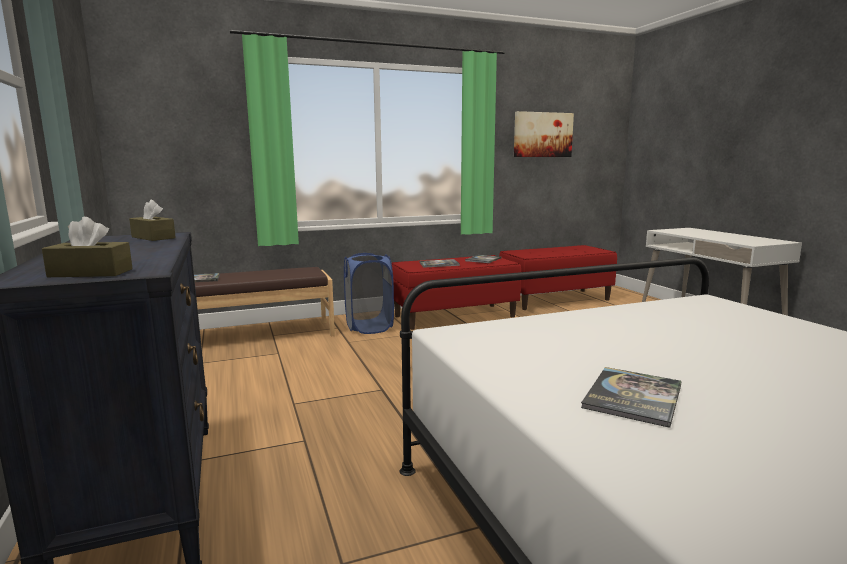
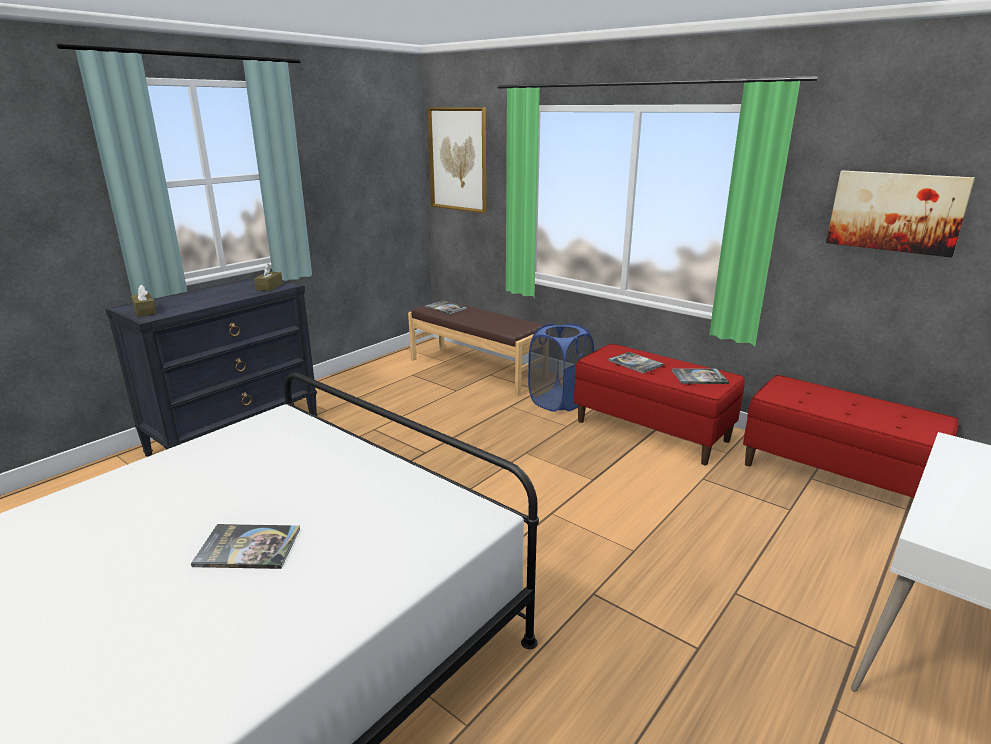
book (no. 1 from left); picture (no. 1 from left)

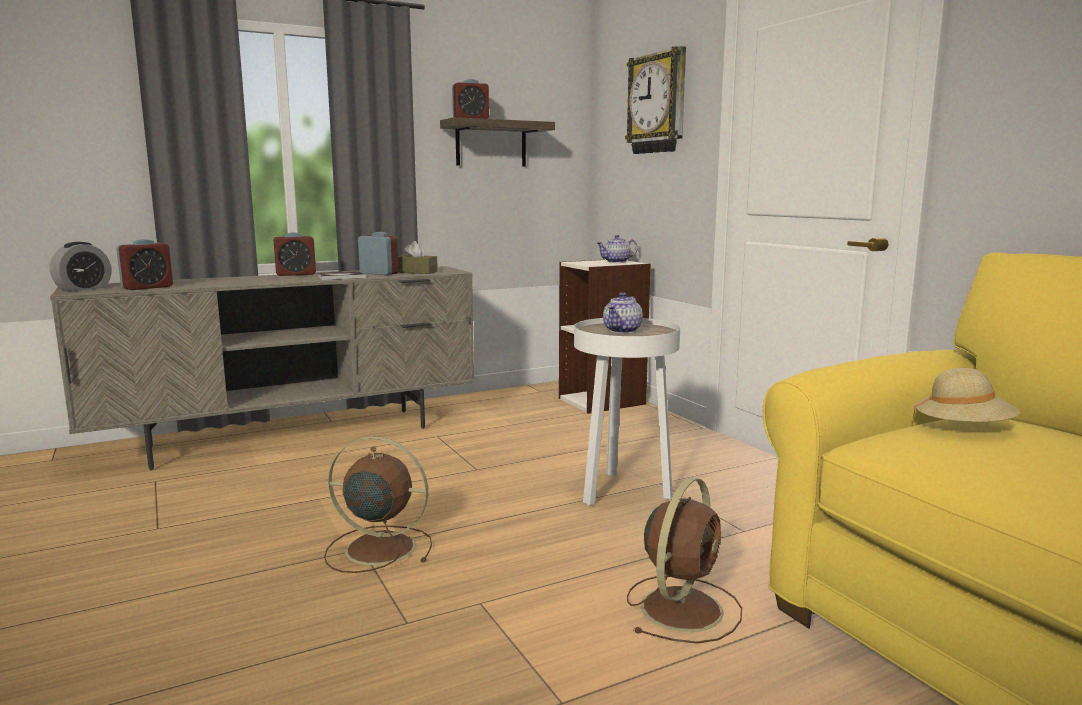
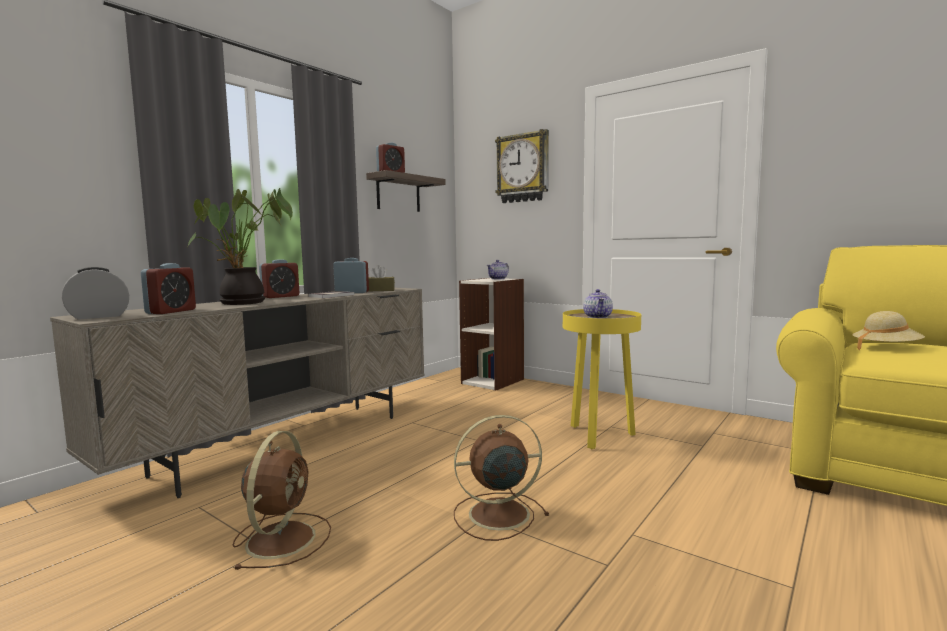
alarm_clock (no. 1 from left); yellow_side_table; brown_fan (no. 1 from left); potted_plant

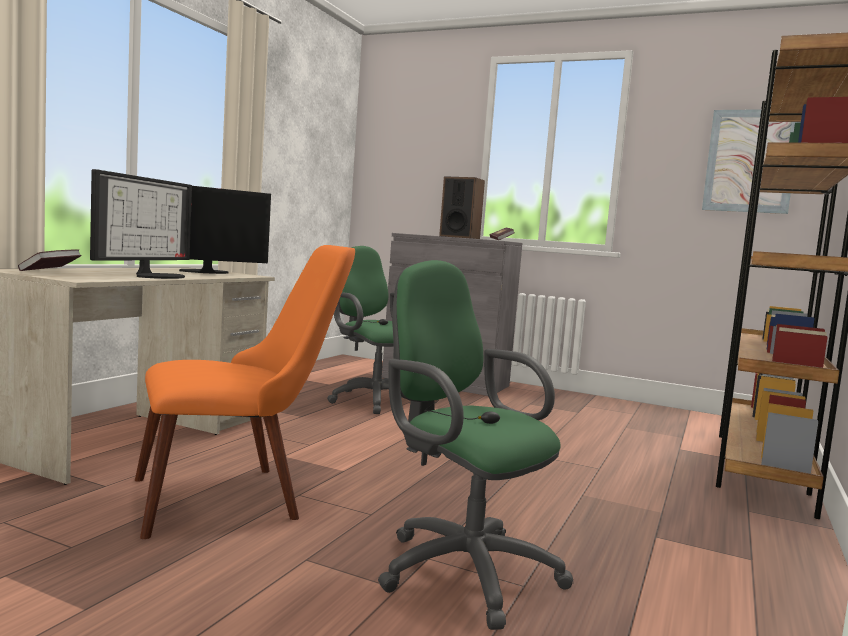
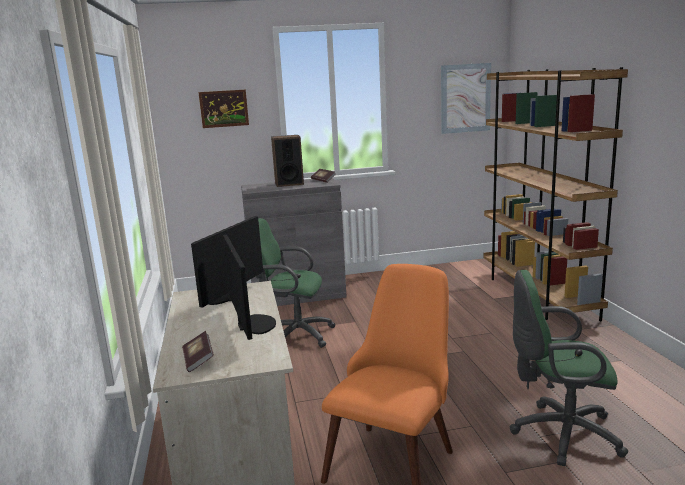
picture (no. 1 from left)

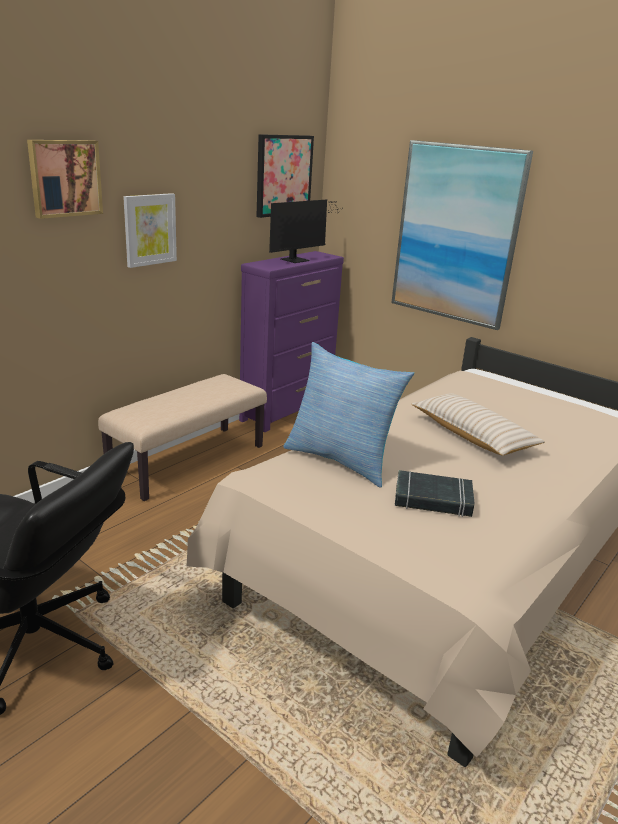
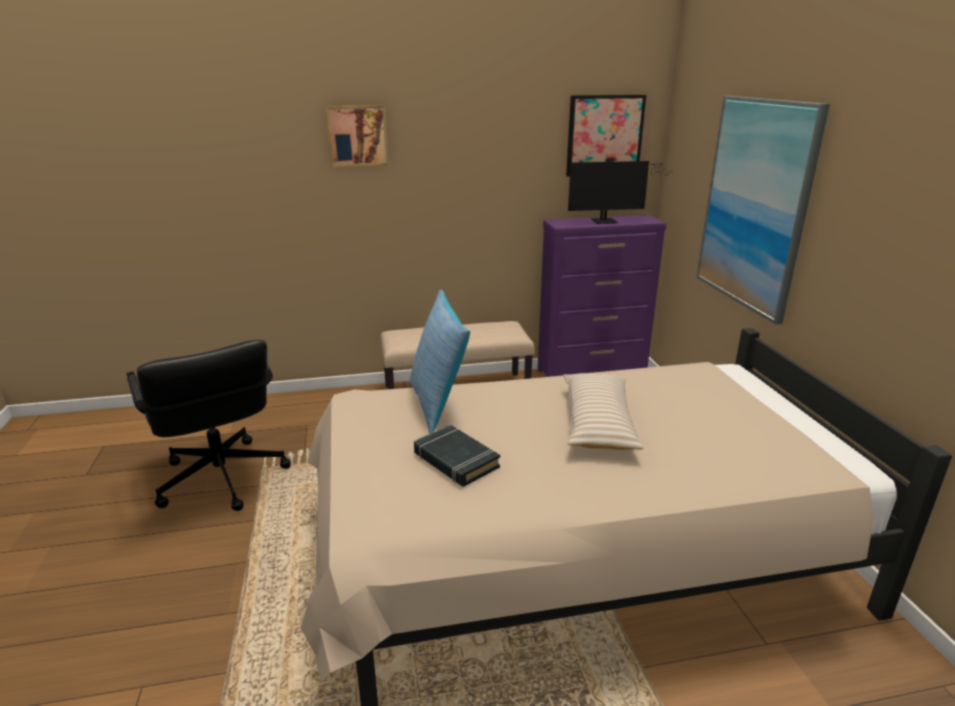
picture (no. 2 from left in the first image)

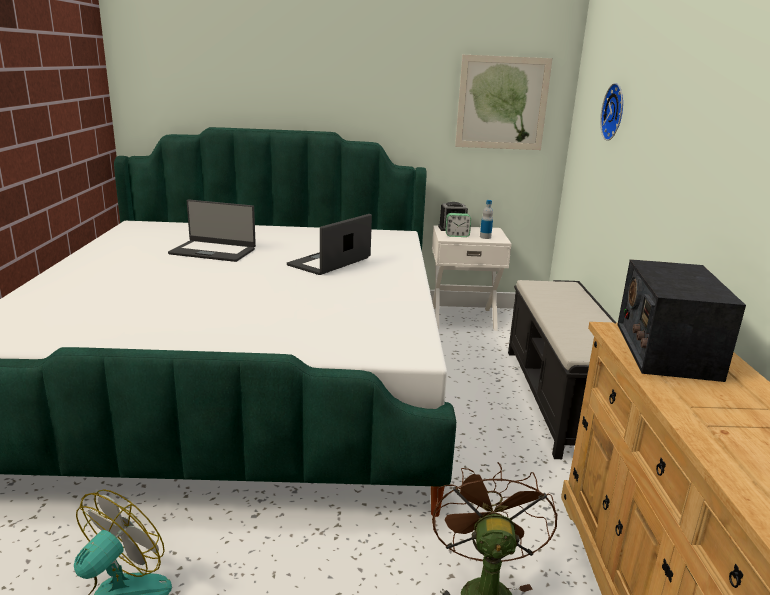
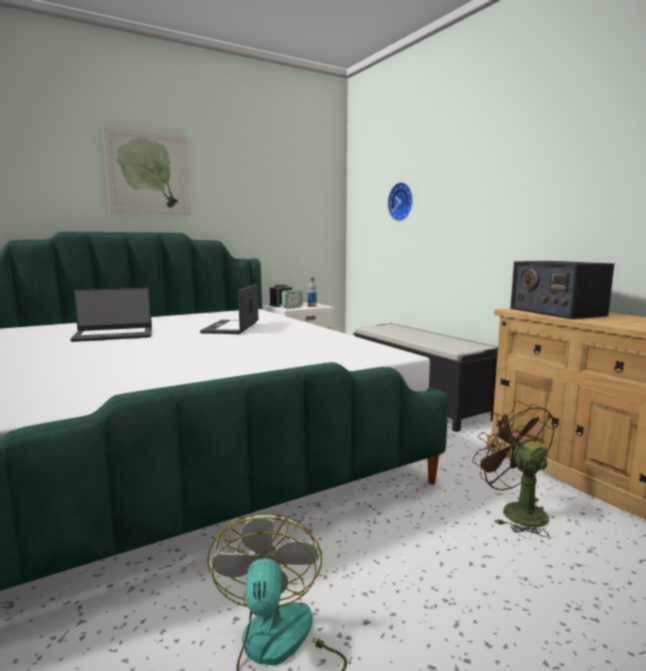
picture

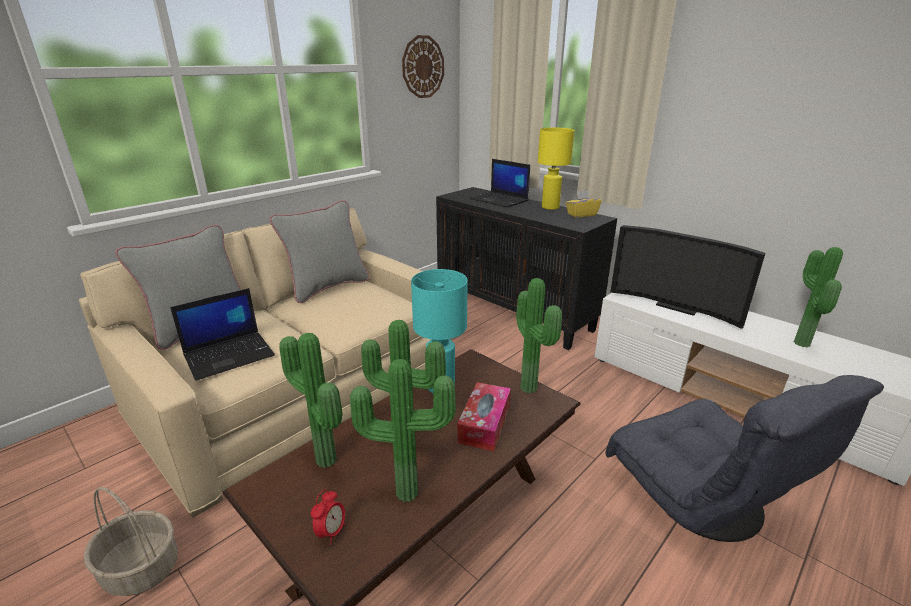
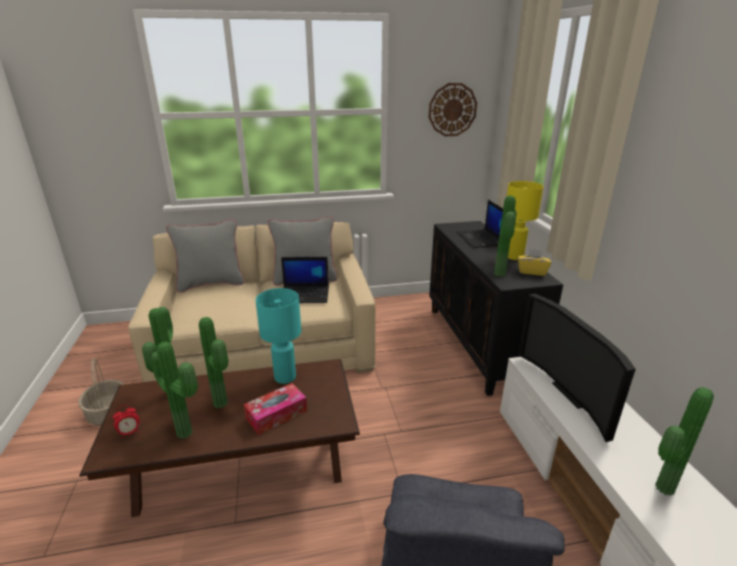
potted_plant (no. 4 from left); laptop (no. 1 from left)

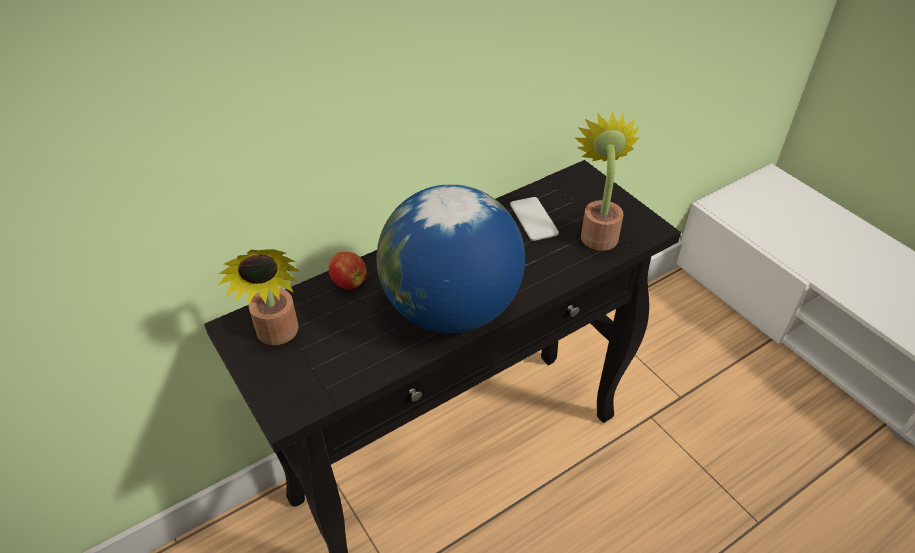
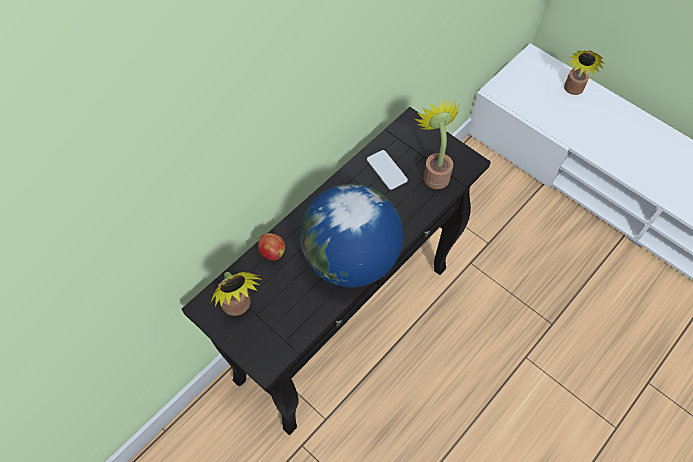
potted_plant (no. 3 from left)

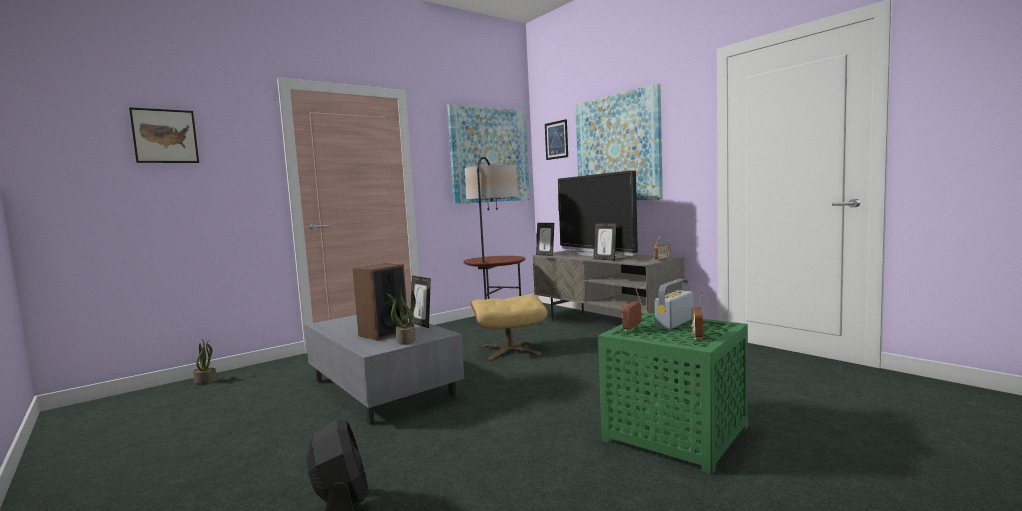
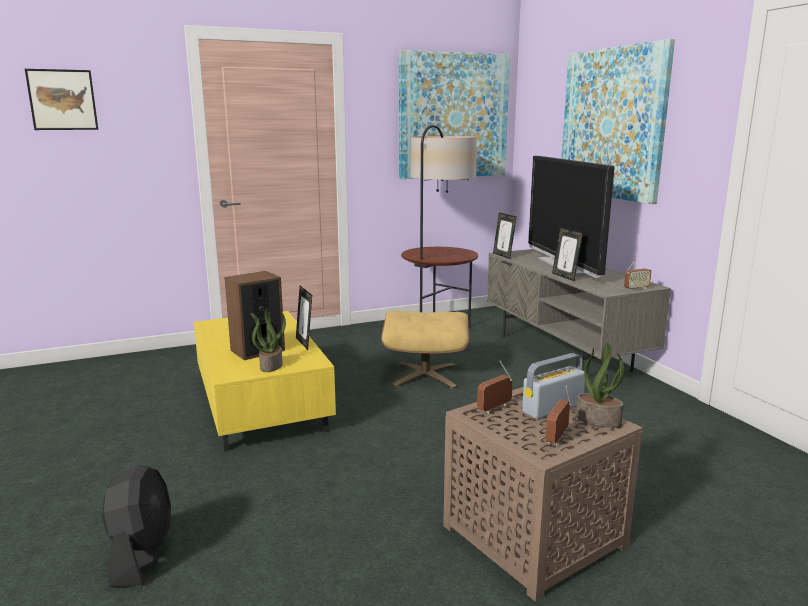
picture (no. 3 from left in the first image); brown_side_table; yellow_coffee_table; potted_plant (no. 2 from left)

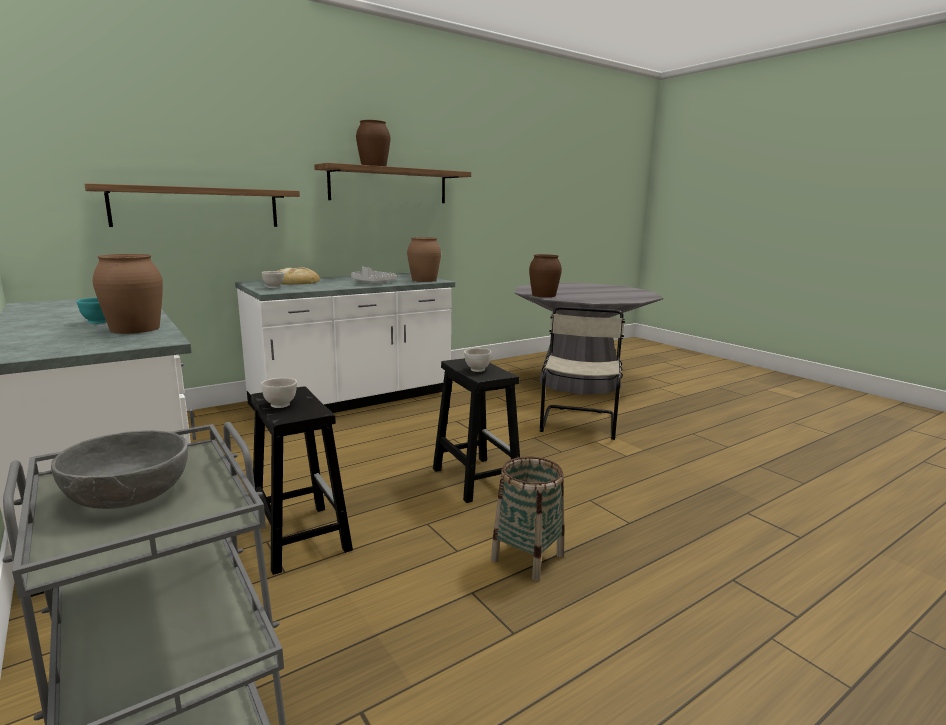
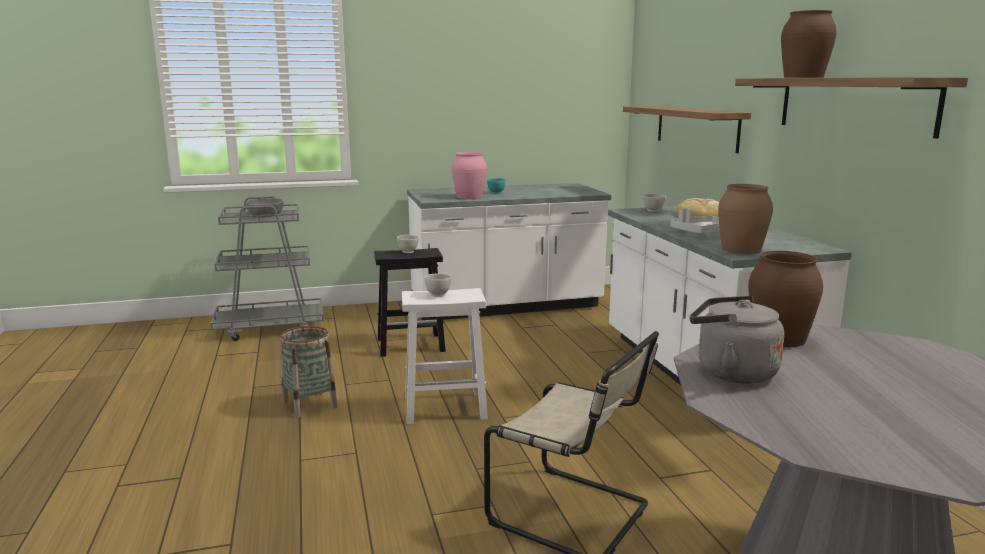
pink_vase; white_stool; grey_kettle

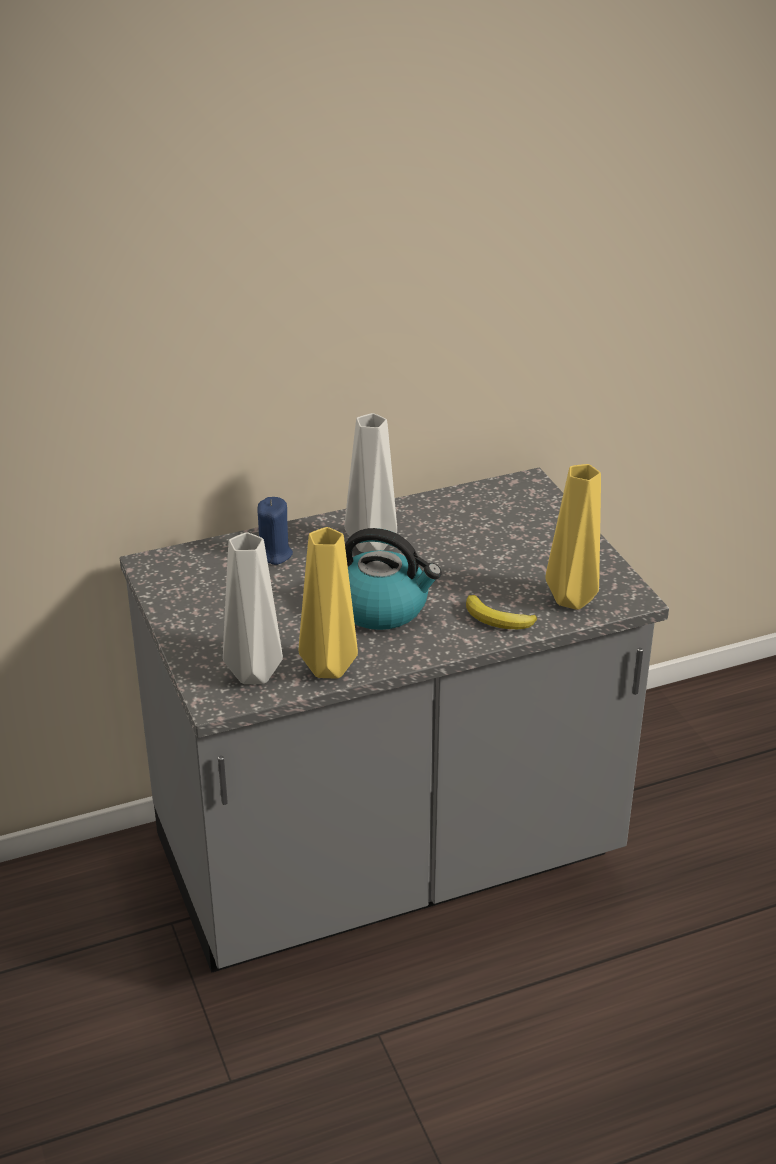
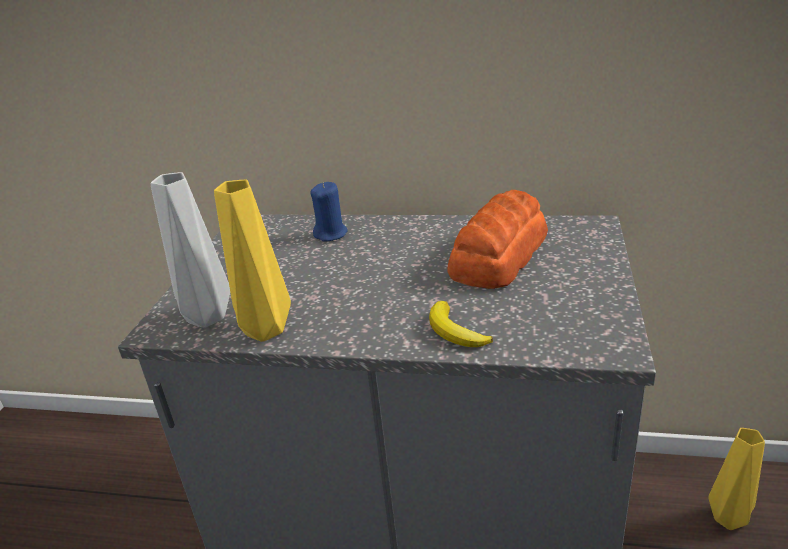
grey_vase (no. 2 from left in the first image); yellow_vase (no. 2 from left); kettle; bread

